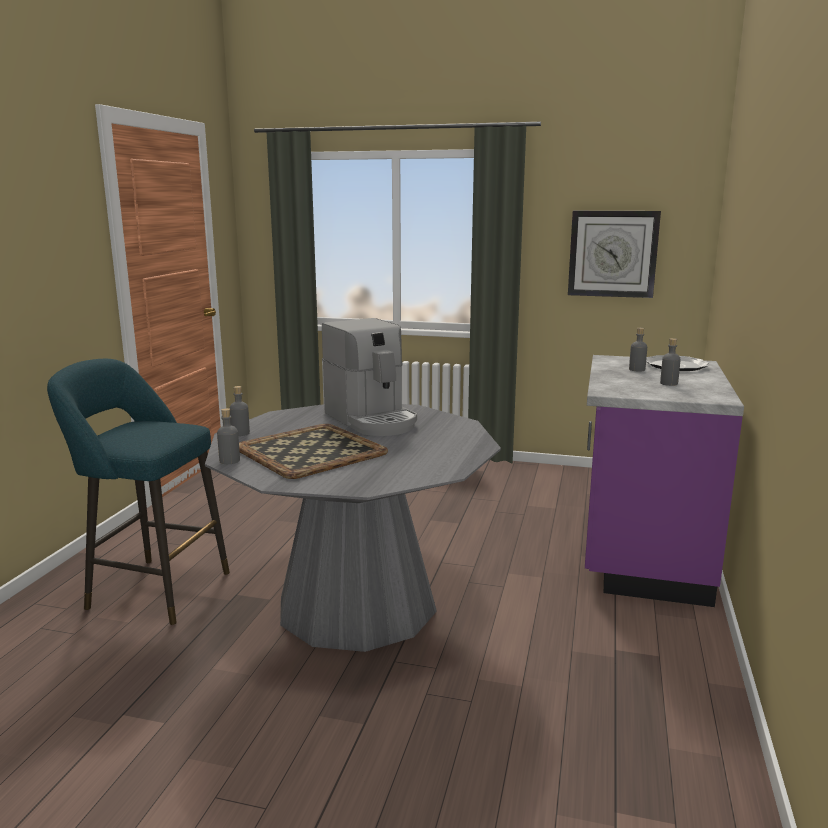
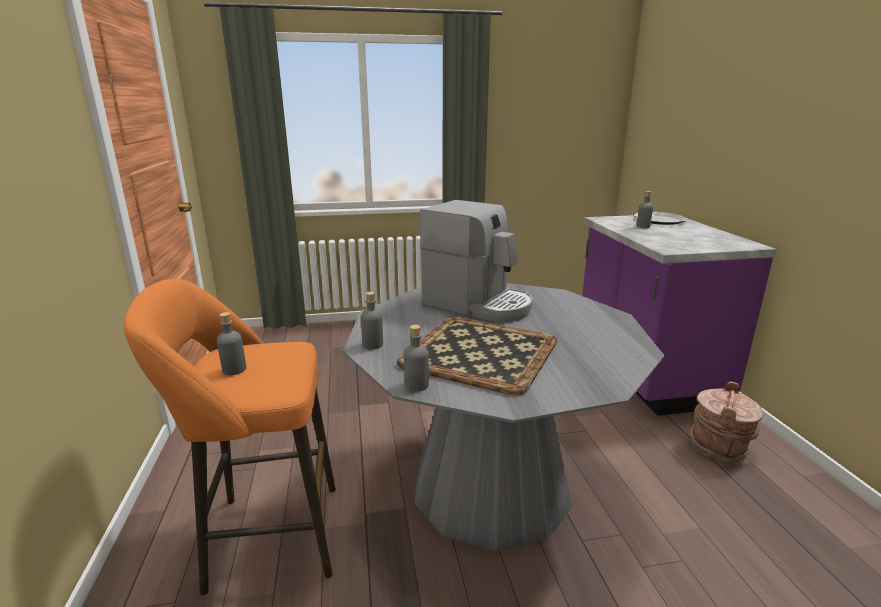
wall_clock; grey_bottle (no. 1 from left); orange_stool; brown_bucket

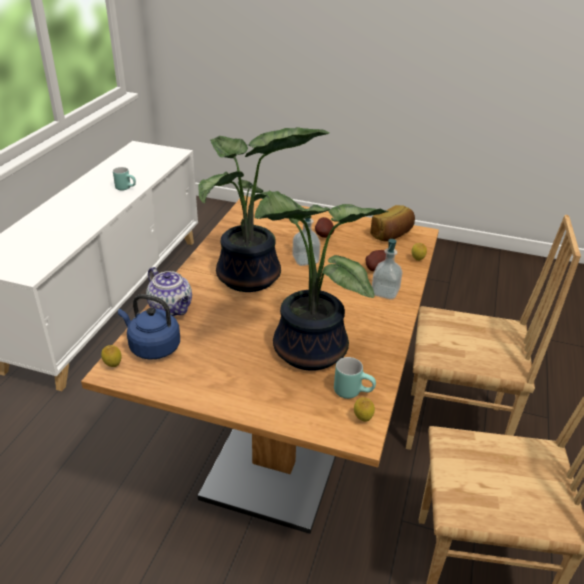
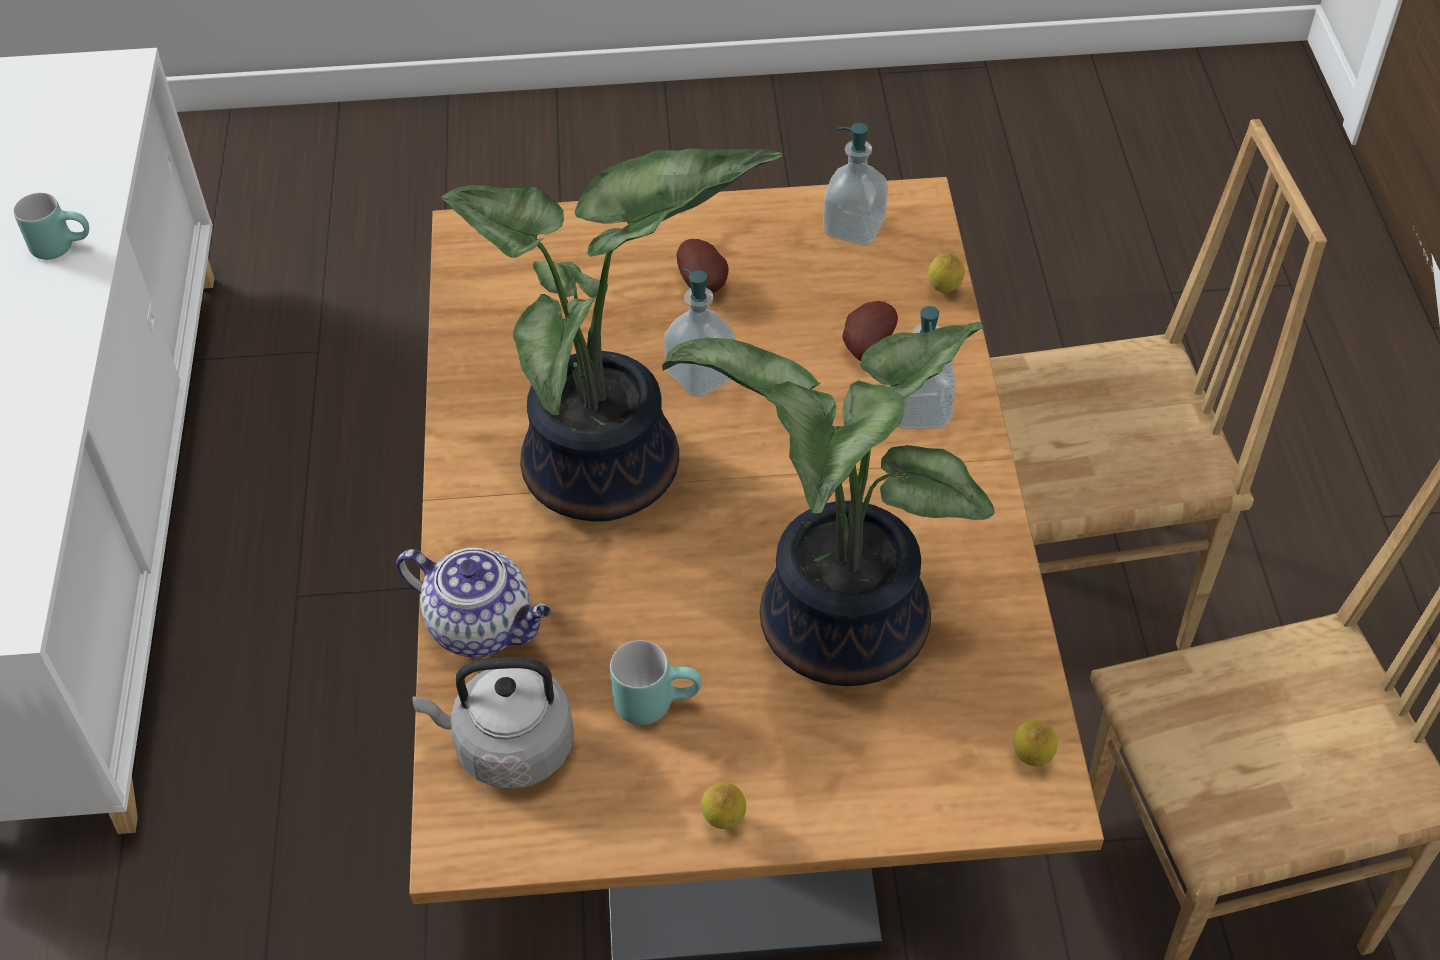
soap_dispenser (no. 2 from left); grey_kettle; lemon (no. 1 from left); turquoise_mug (no. 2 from left)

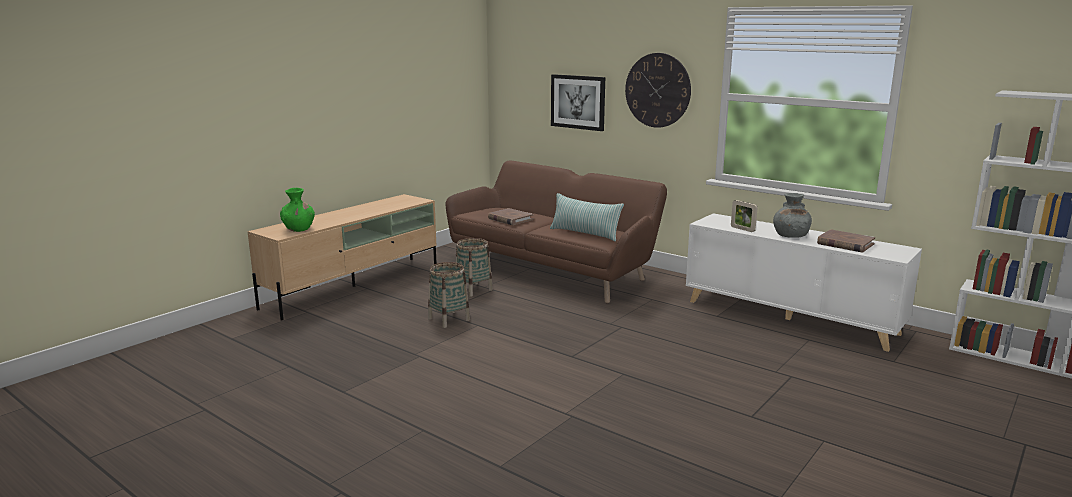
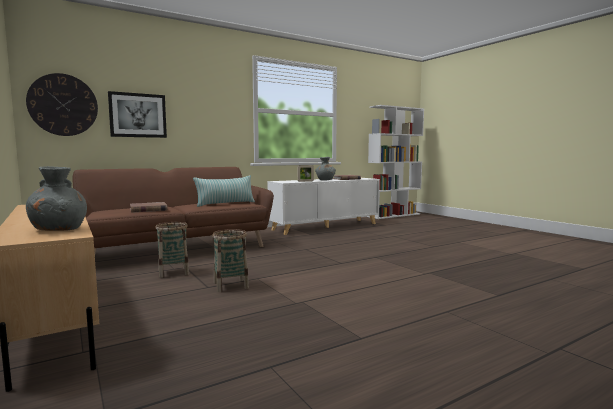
wall_clock; grey_vase (no. 1 from left)

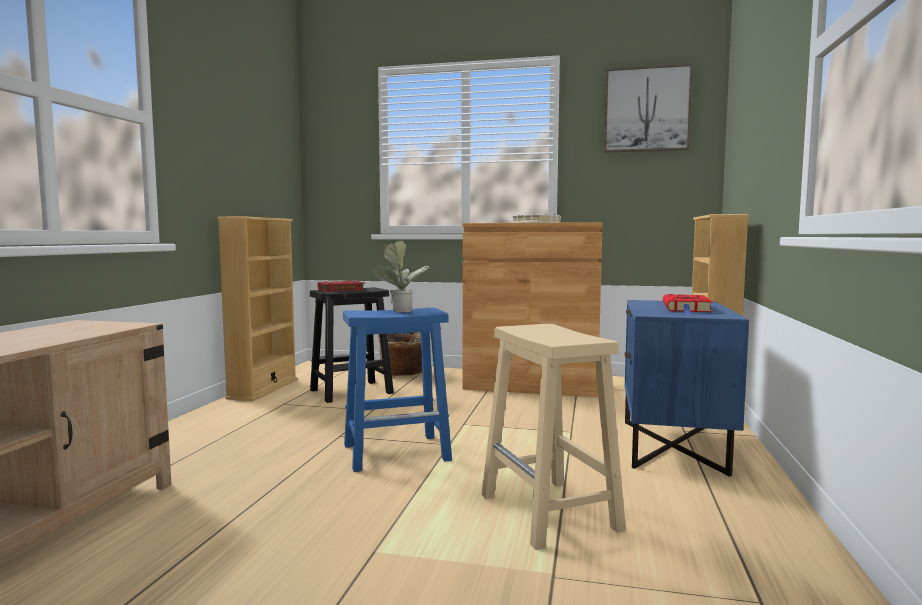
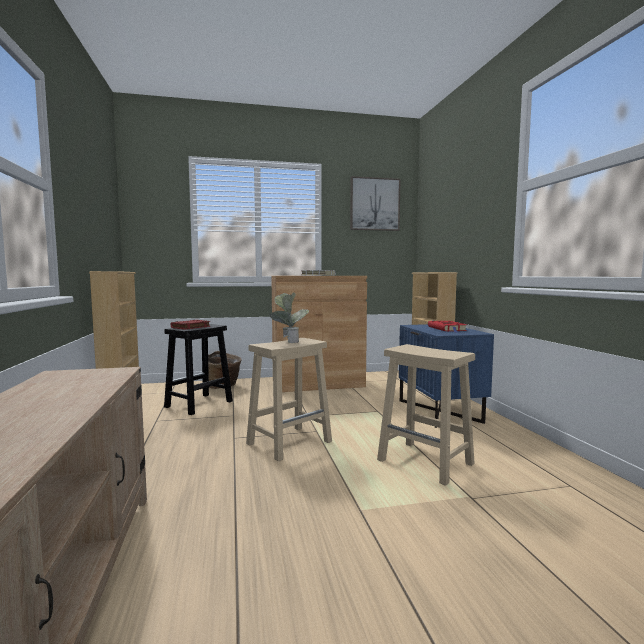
beige_stool (no. 1 from left)

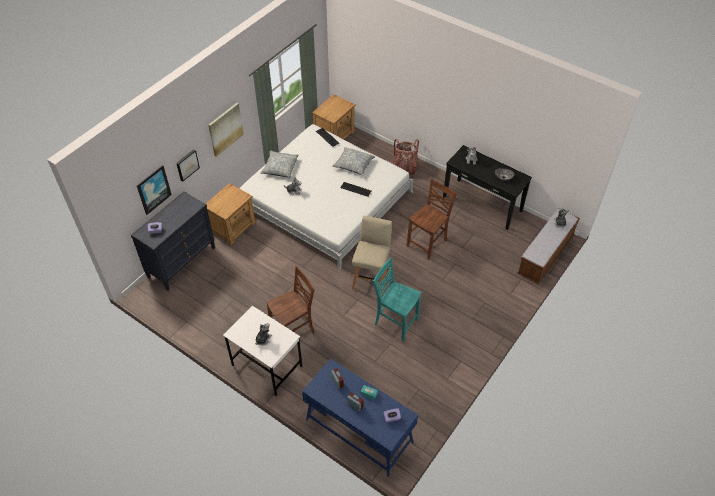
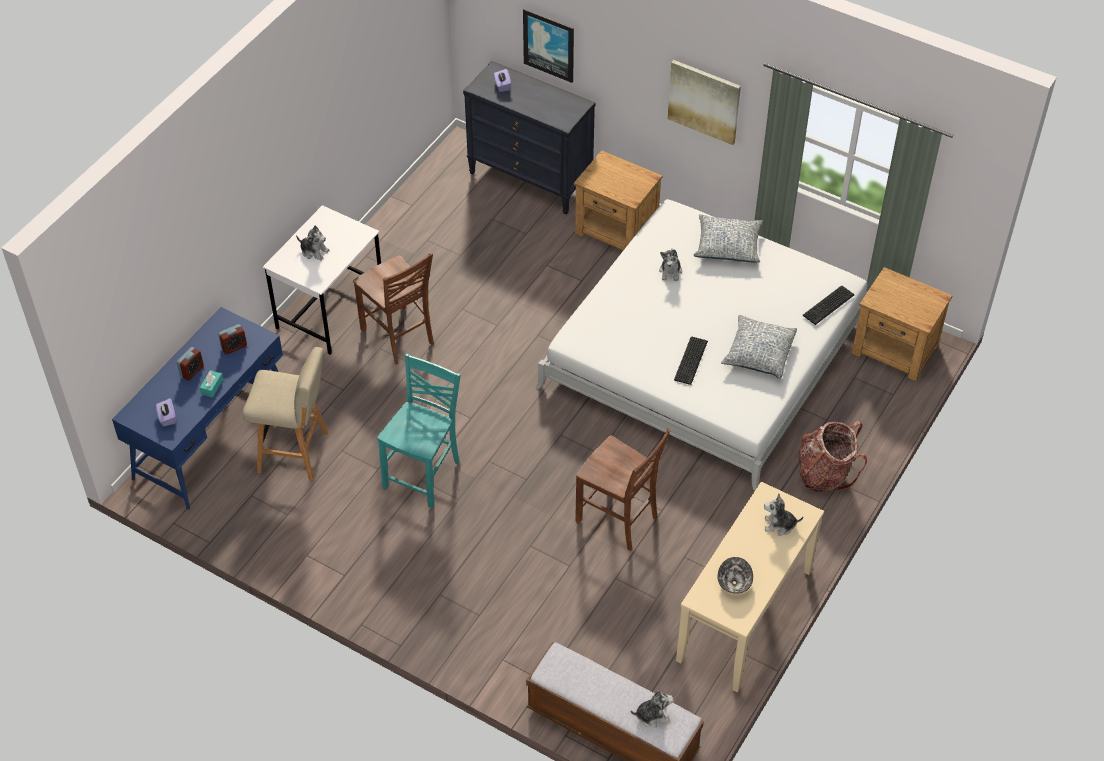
beige_console_table; picture (no. 2 from left in the first image); beige_stool

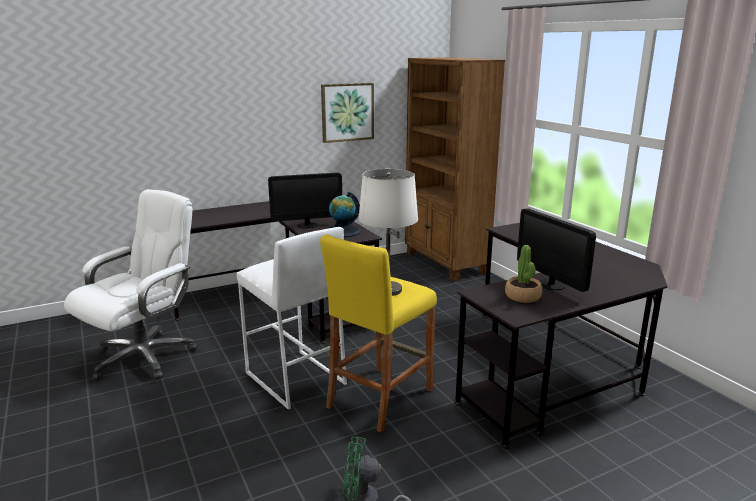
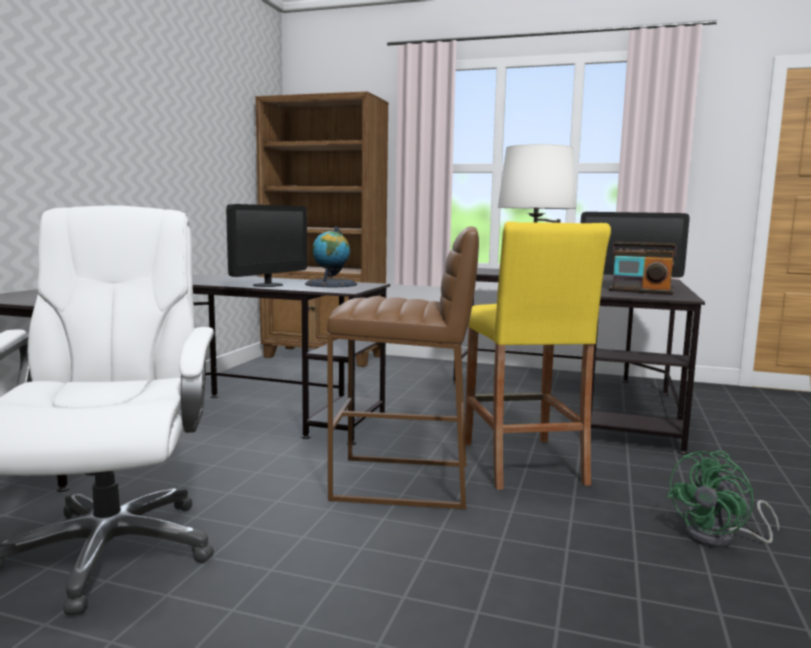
picture; brown_stool; radio

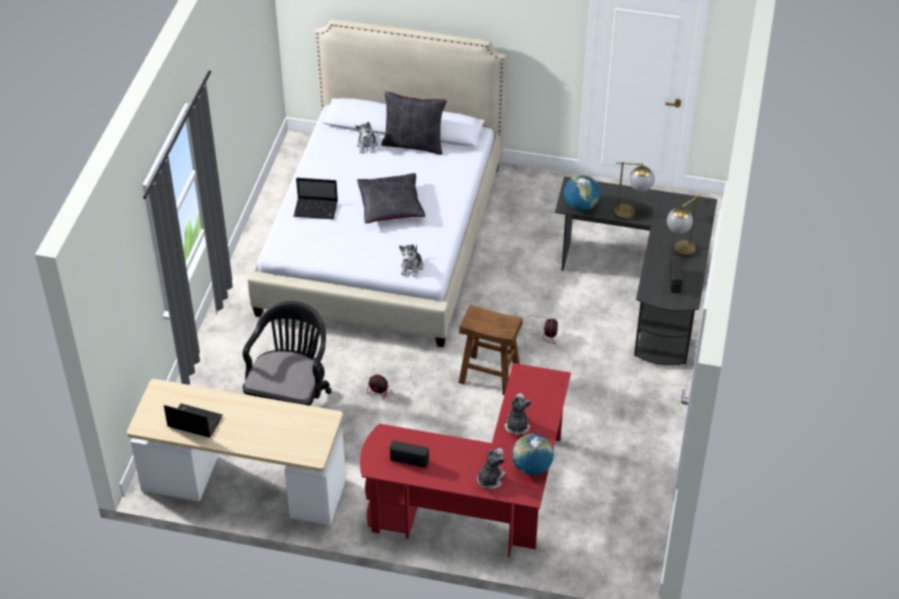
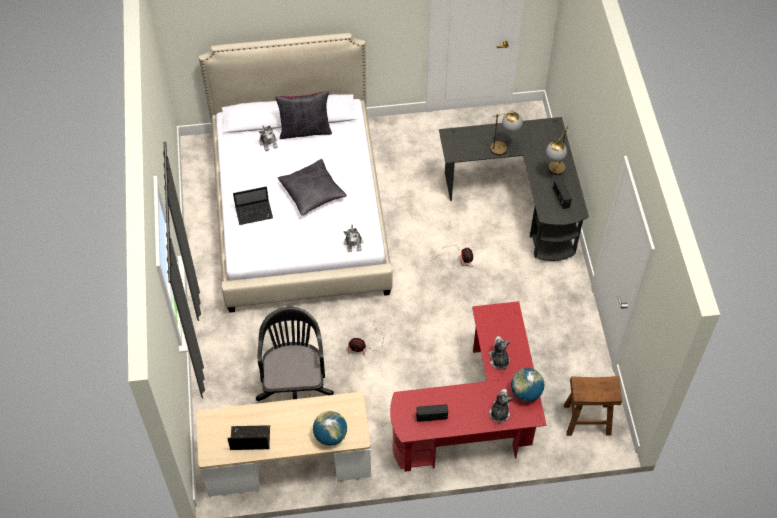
globe (no. 1 from left); brown_stool

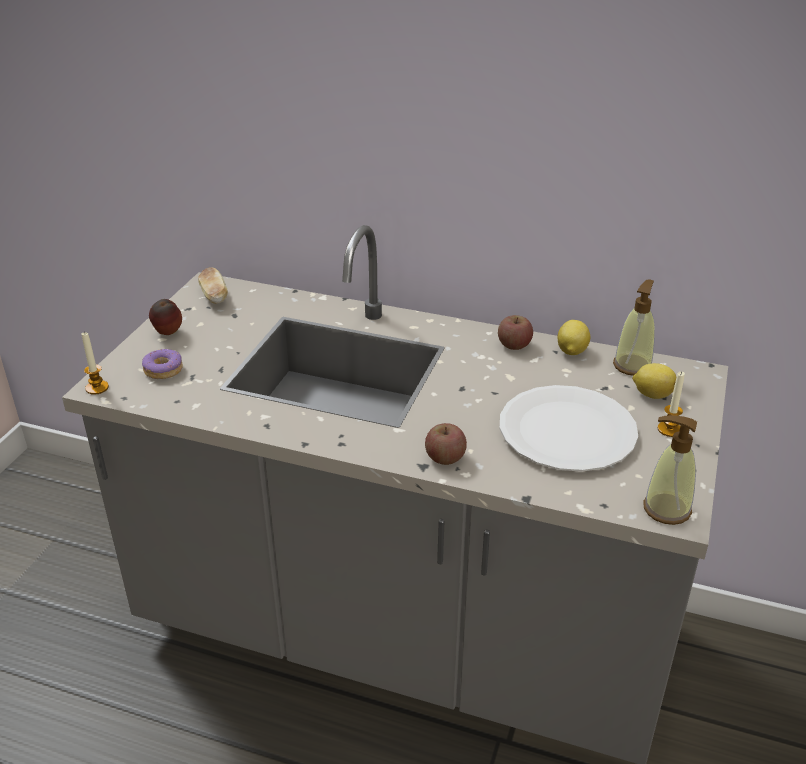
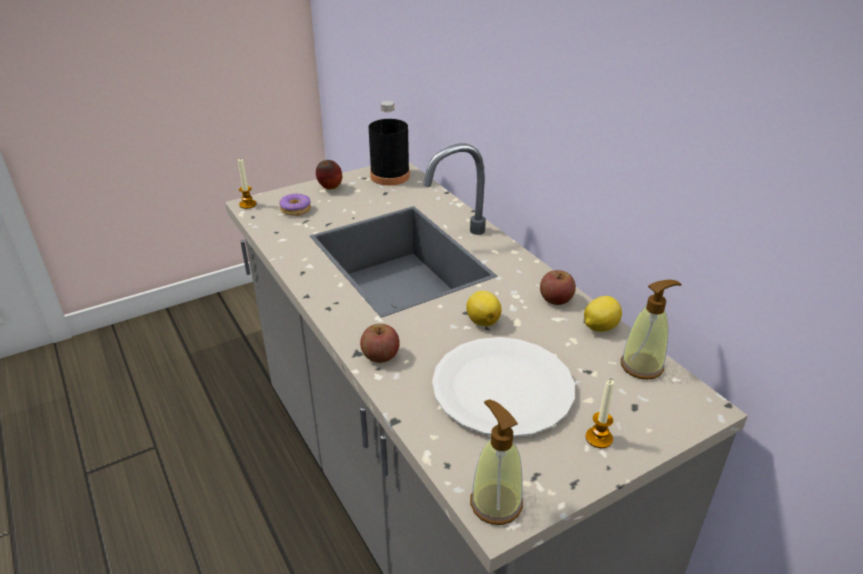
black_bottle; lemon (no. 1 from left)

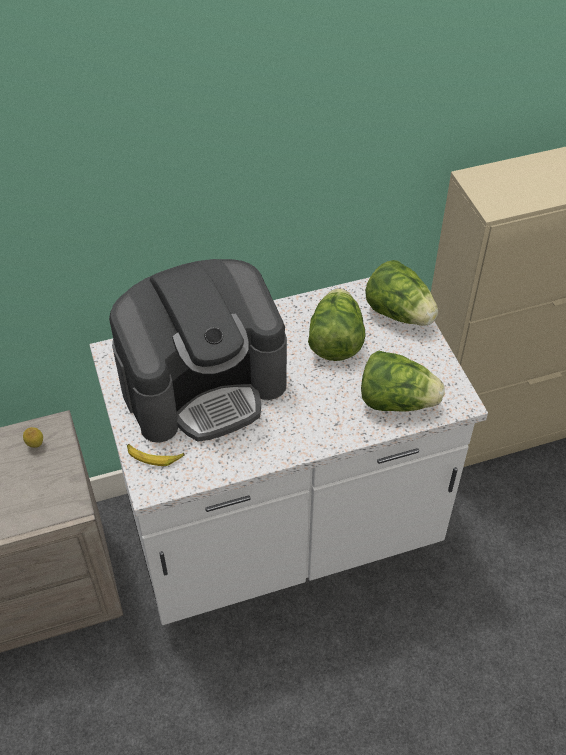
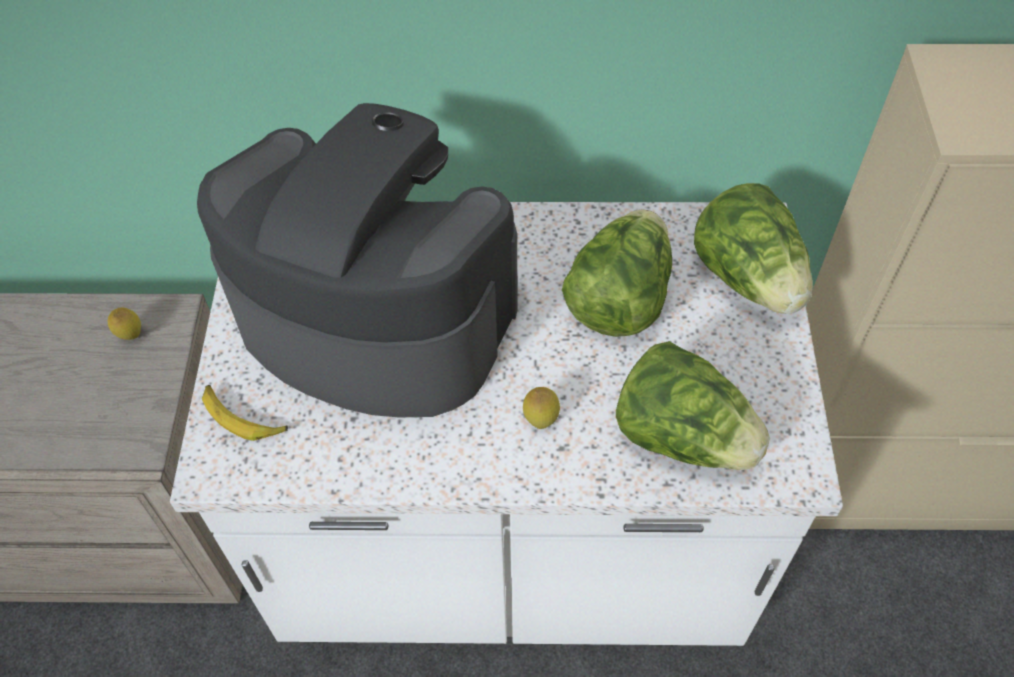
coffee_machine; lemon (no. 2 from left)

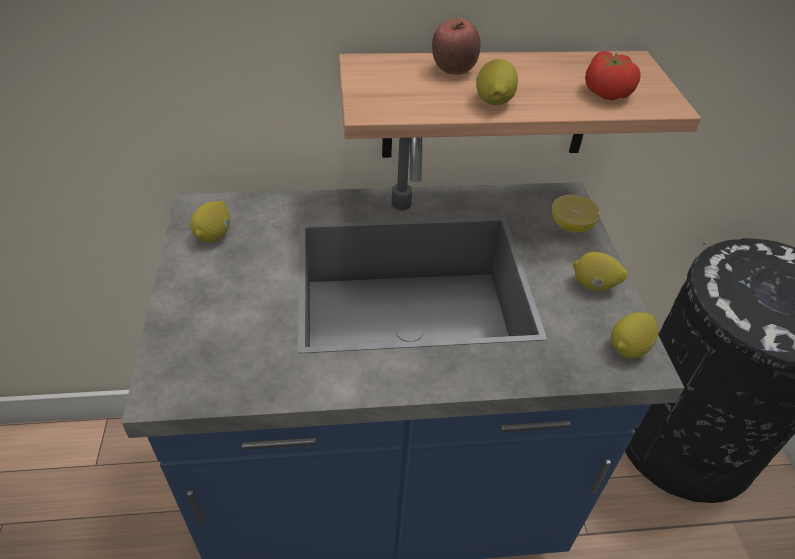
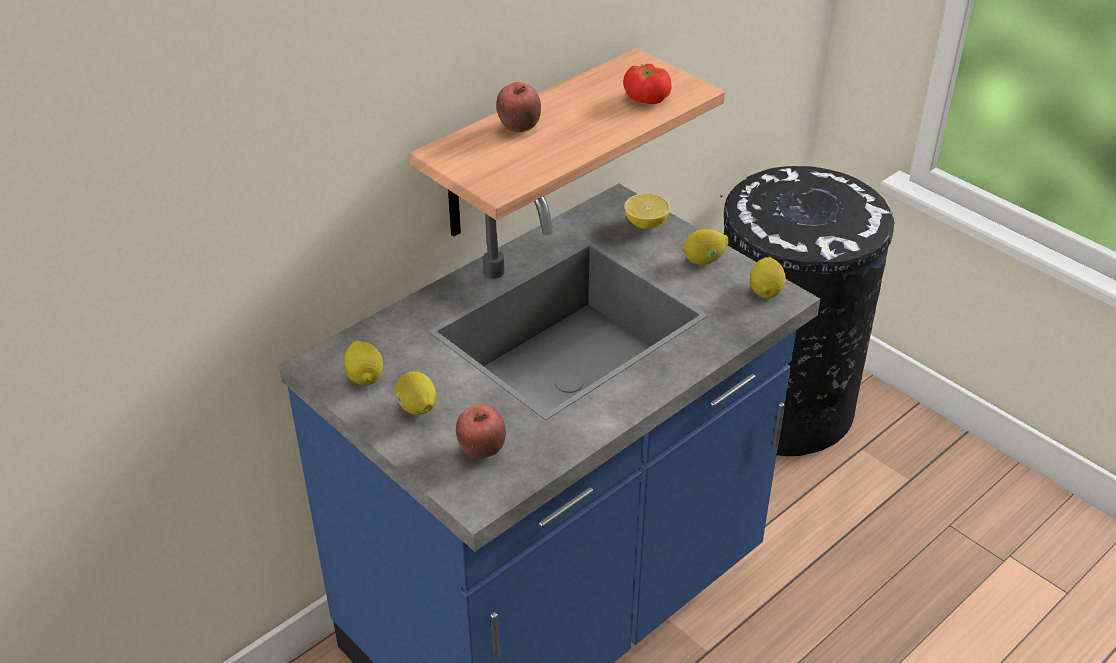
lemon (no. 2 from left); apple (no. 1 from left)

